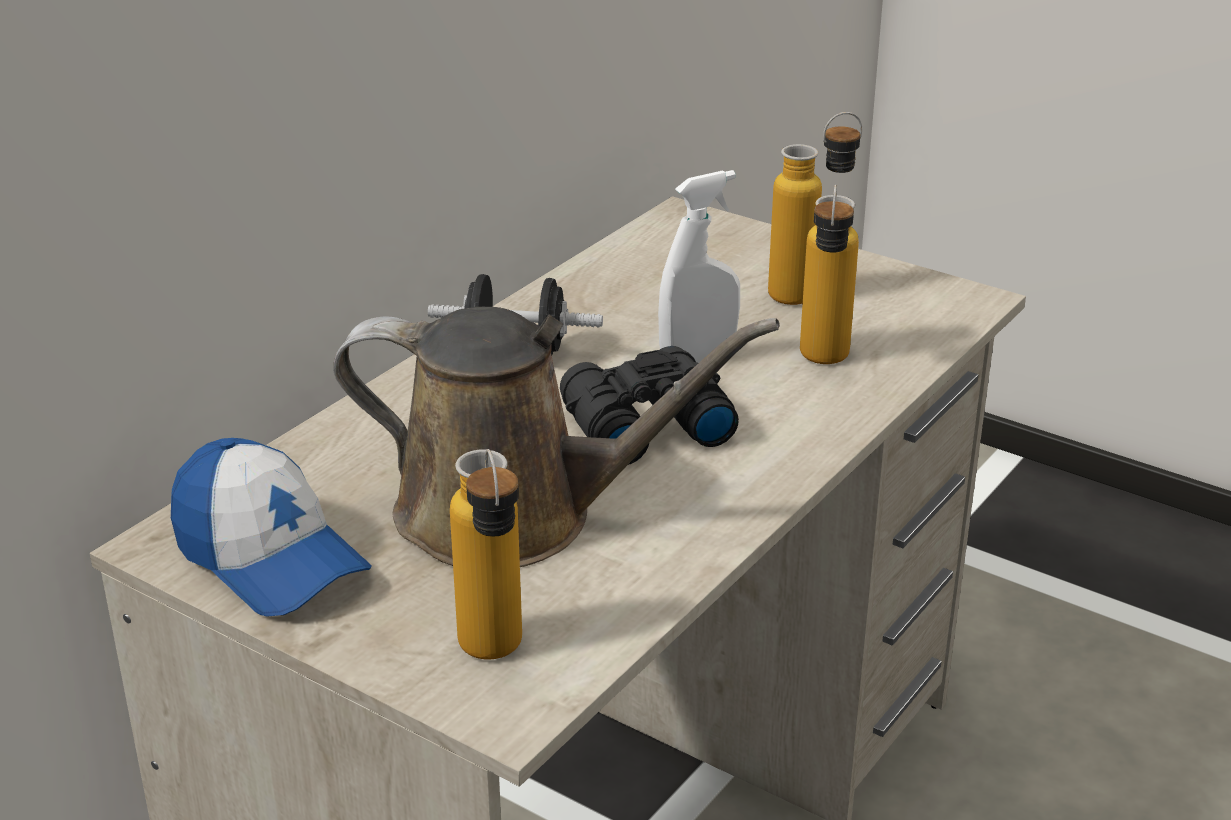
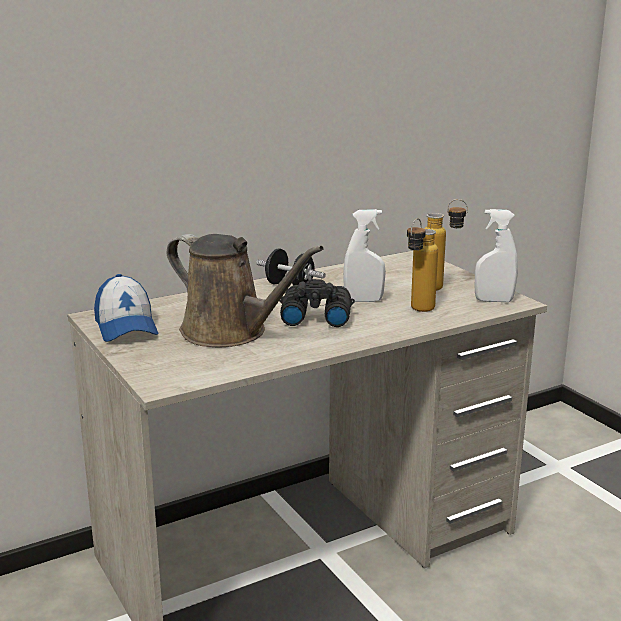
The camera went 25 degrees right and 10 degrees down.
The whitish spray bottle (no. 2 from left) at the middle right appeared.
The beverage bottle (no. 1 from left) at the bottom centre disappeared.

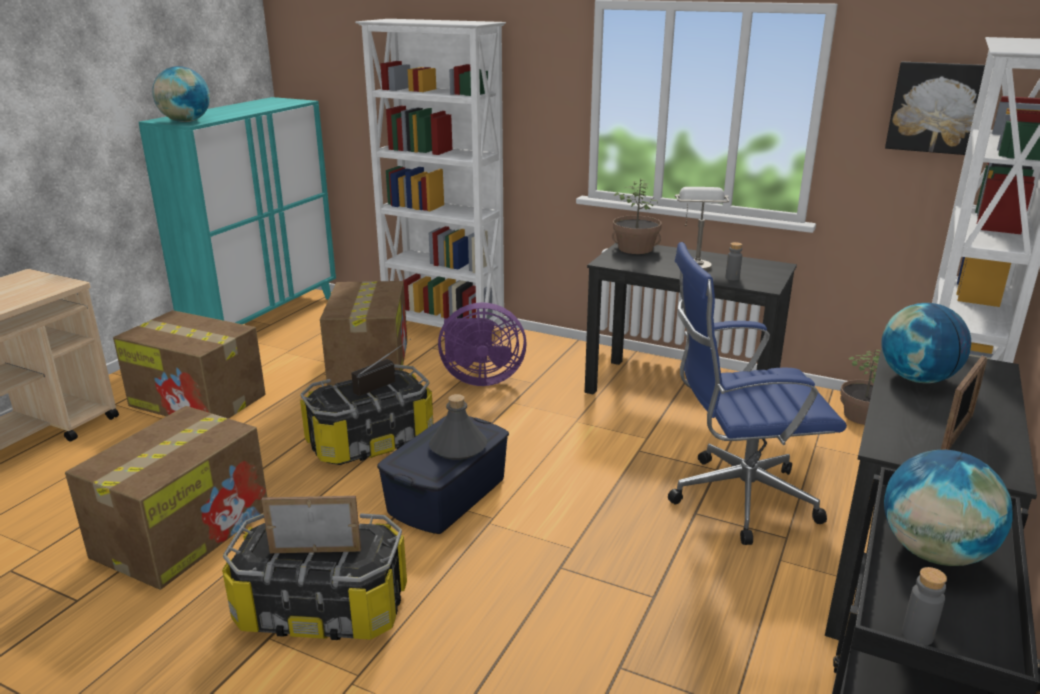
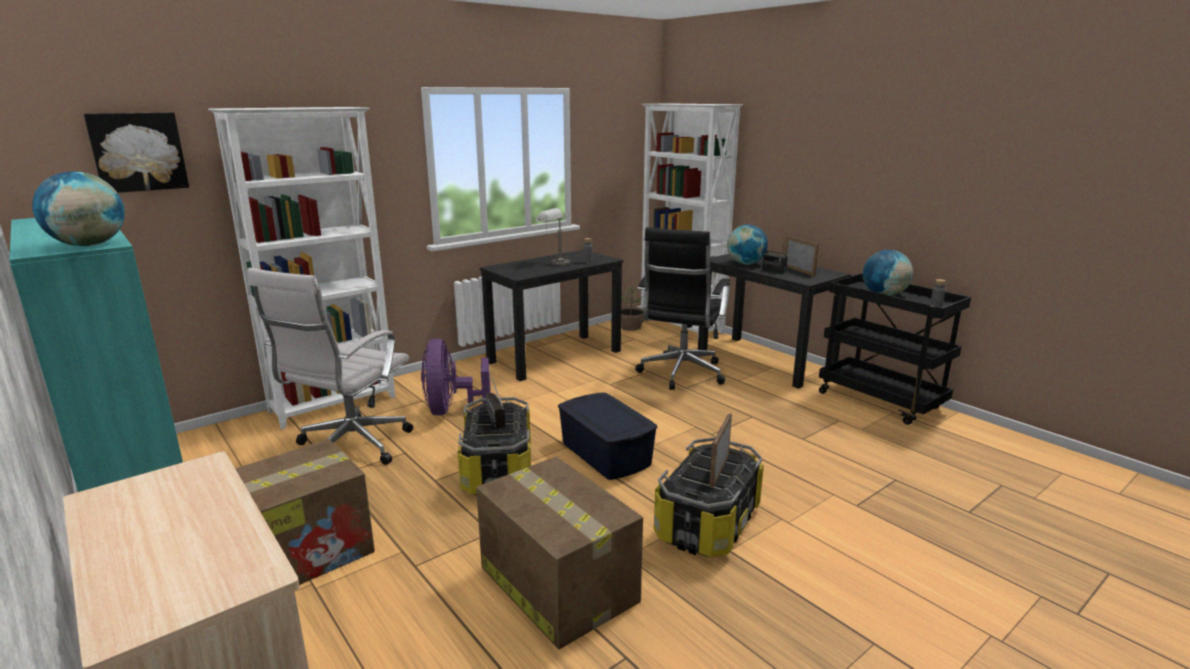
The camera went 65 degrees left and 5 degrees down.
The picture moved from the top right to the top left.
The carton (no. 3 from left) at the centre was replaced by the whitish office chair at the middle left.
The purple-coloured cooling fan at the centre turned 150 degrees clockwise.
The blue-coloured office chair at the middle right became the blackish office chair at the centre.
The radio receiver (no. 2 from left) at the centre appeared.
The grey beverage bottle (no. 1 from left) at the centre disappeared.
The potted plant (no. 1 from left) at the top centre disappeared.

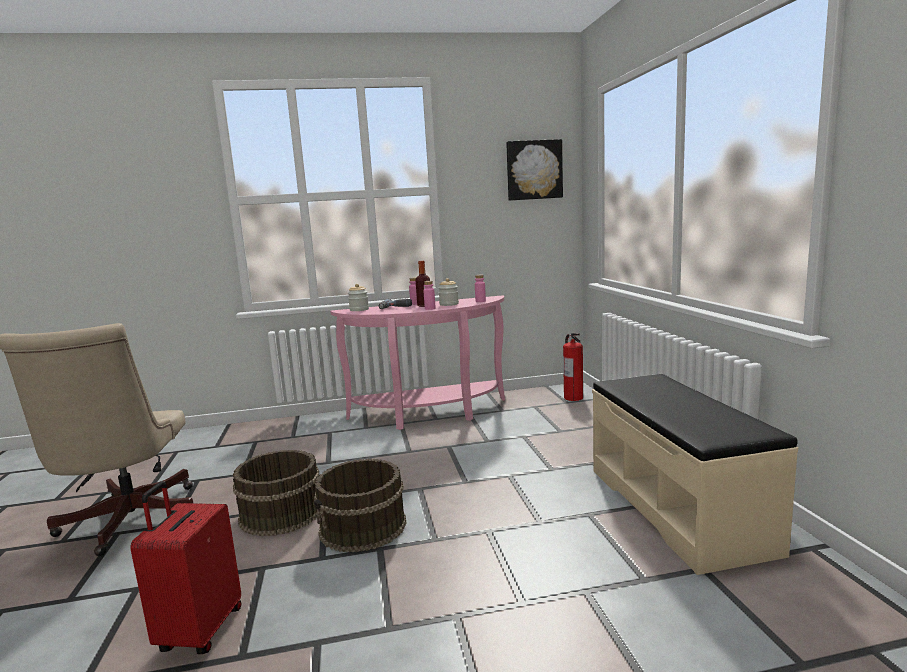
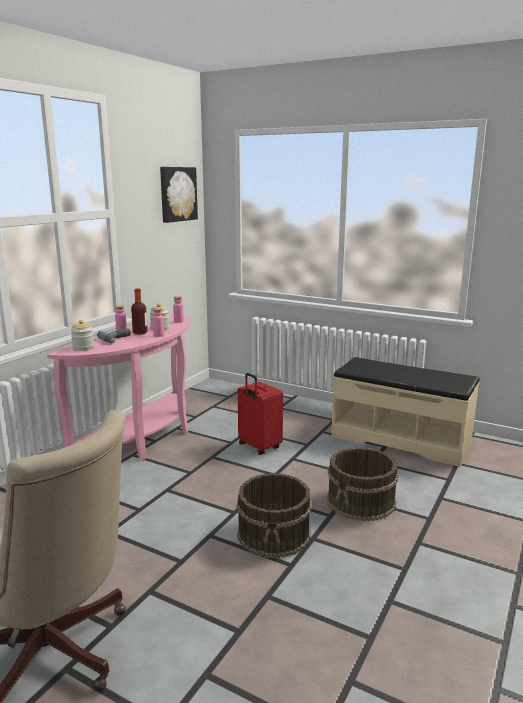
The camera went 50 degrees left and 5 degrees up.
The red-coloured piece of luggage moved from the bottom left to the centre.
The brownish bucket (no. 1 from left in the first image) moved from the bottom left to the bottom right.
The fire-fighting cylinder at the centre disappeared.

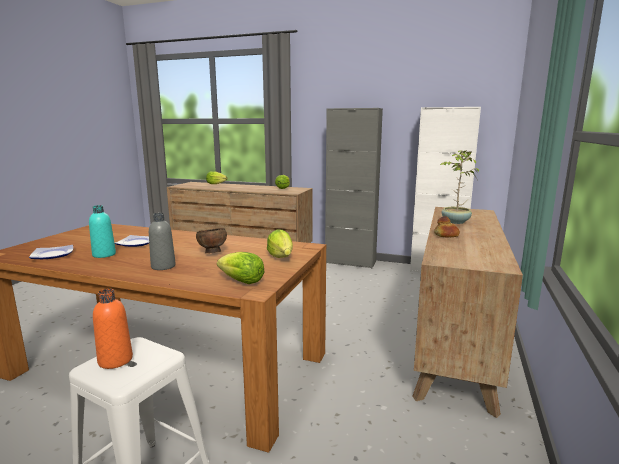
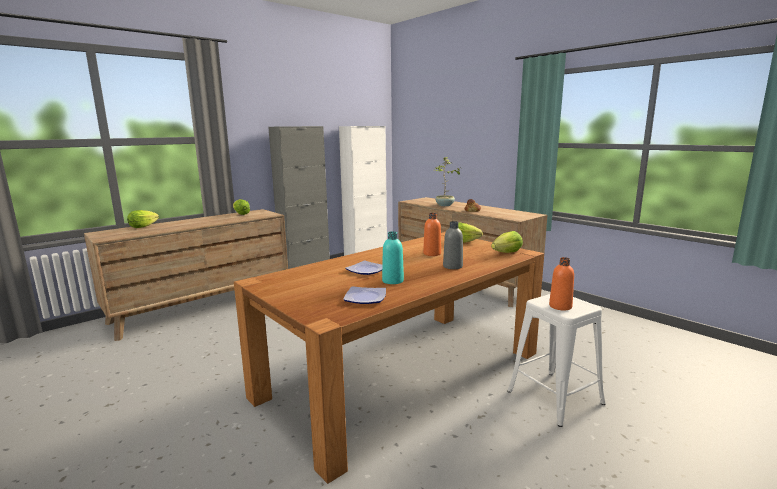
The camera went 60 degrees left and 0 degrees up.
The brownish deep dish at the centre was replaced by the orange beverage bottle (no. 1 from left) at the centre.

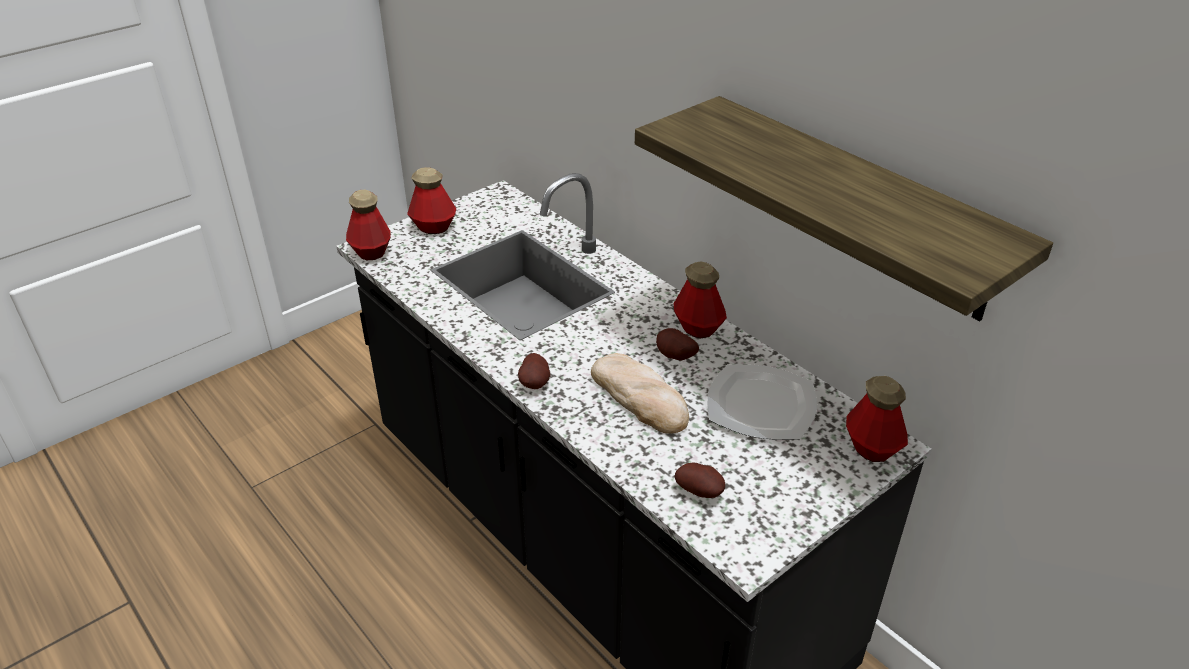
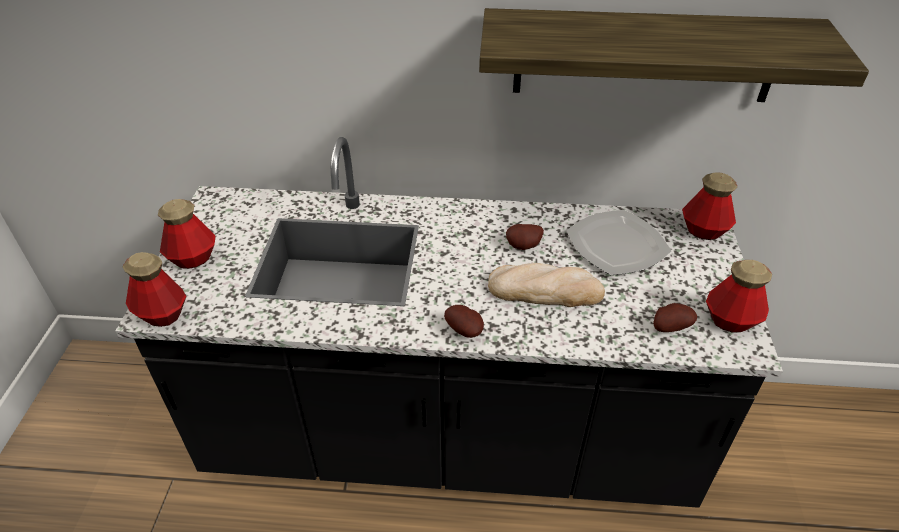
The camera went 45 degrees left and 5 degrees up.
The beverage bottle (no. 3 from left in the first image) moved from the centre to the middle right.

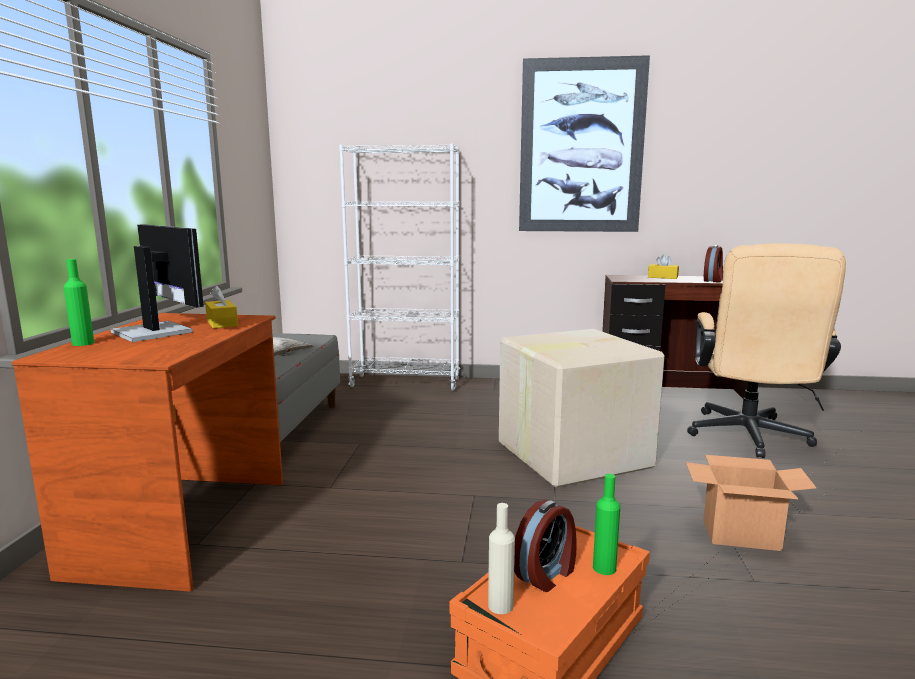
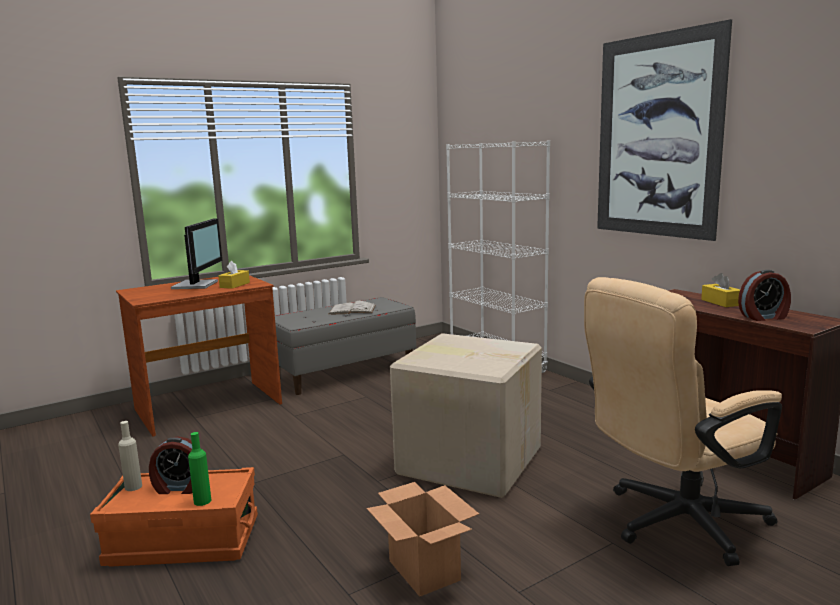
The camera went 50 degrees right and 0 degrees up.
The green beverage bottle (no. 1 from left) at the middle left disappeared.

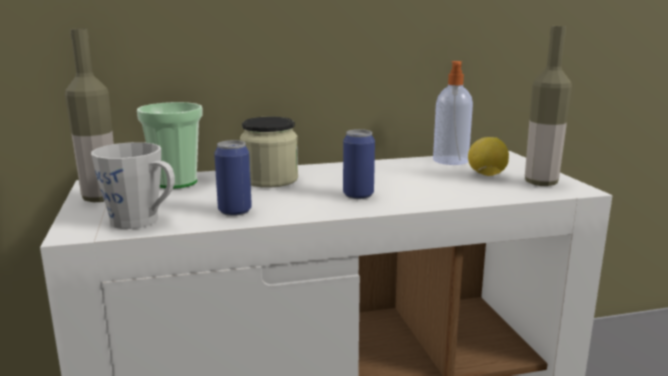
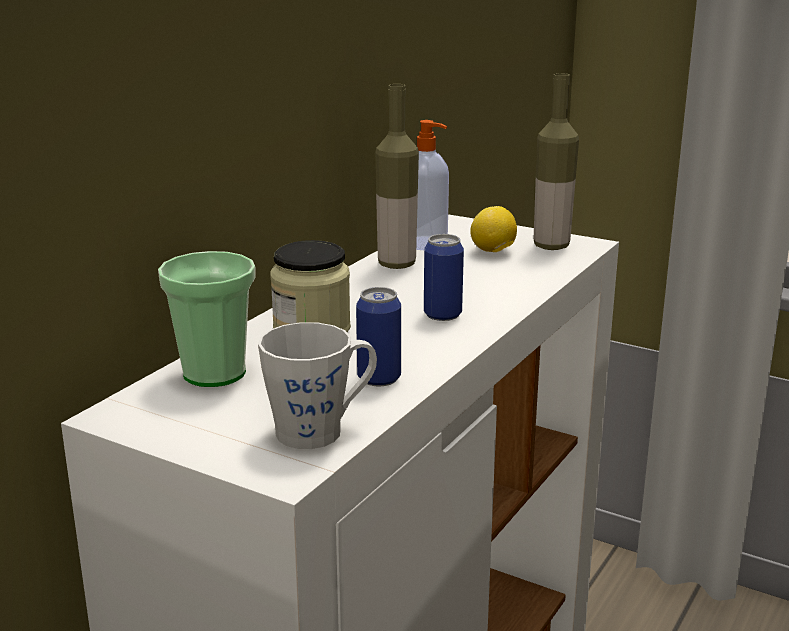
The camera went 45 degrees left and 5 degrees up.
The beverage bottle (no. 1 from left) moved from the top left to the top centre.

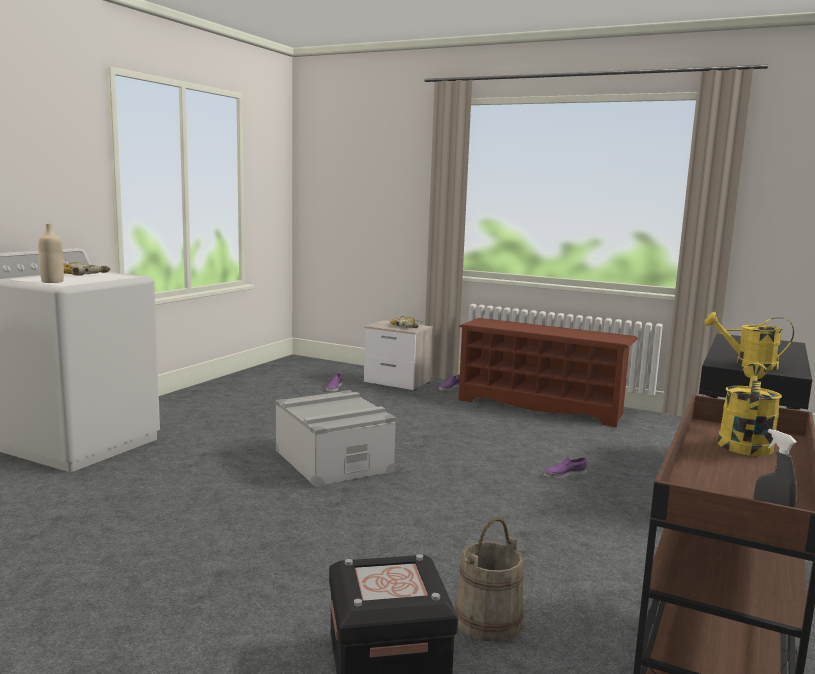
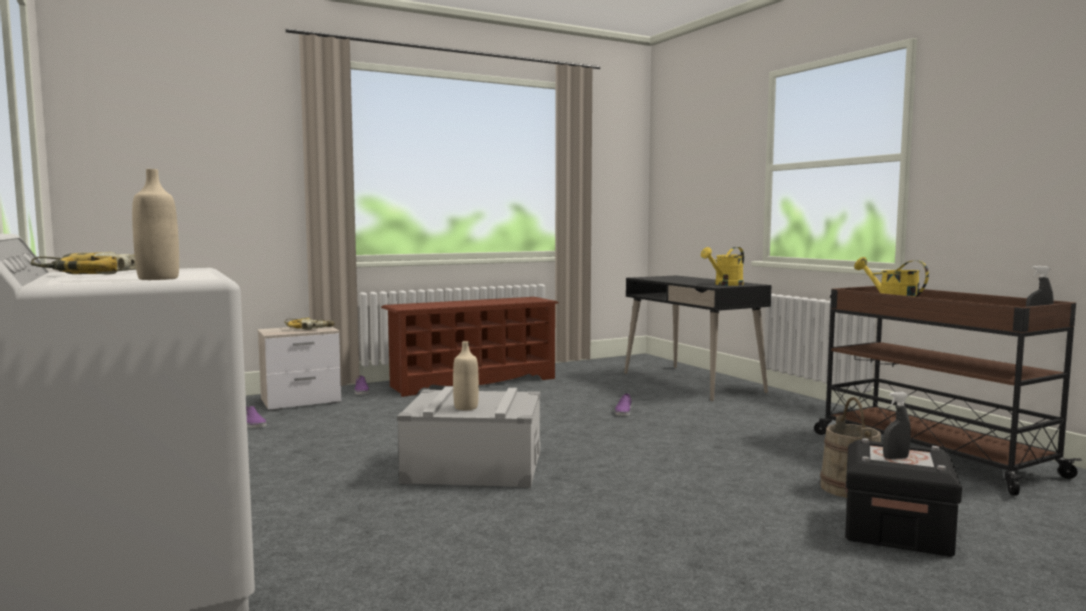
The camera went 55 degrees left and 5 degrees down.
The sand-coloured beverage bottle (no. 2 from left) at the centre appeared.
The grey spray bottle (no. 1 from left) at the bottom right appeared.

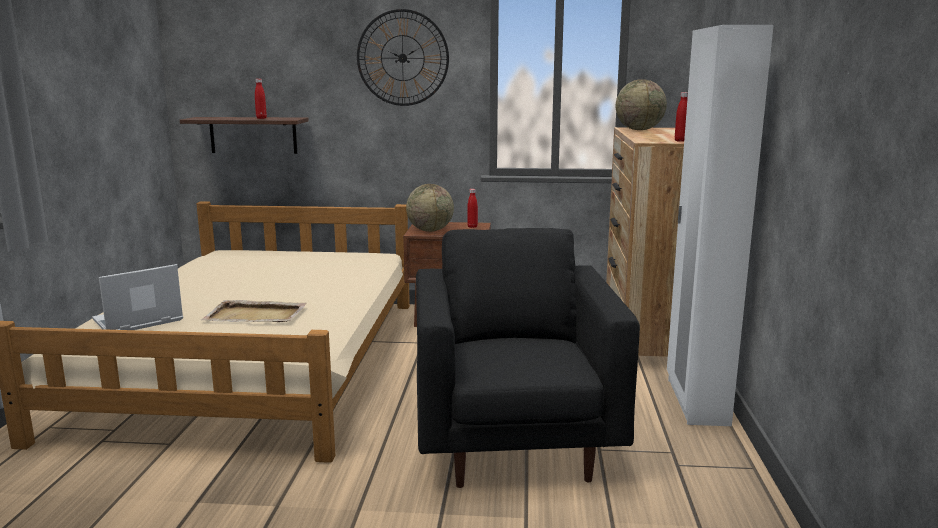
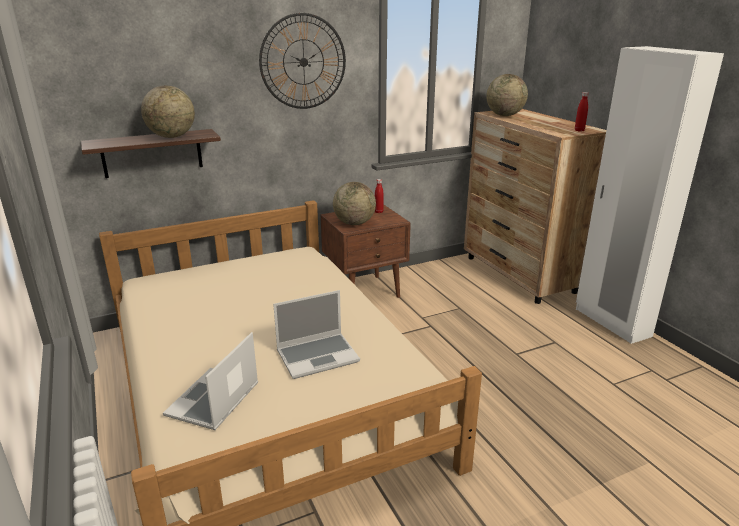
The camera went 30 degrees left and 10 degrees up.
The red-coloured beverage bottle (no. 1 from left) at the top left was replaced by the globe (no. 1 from left) at the top left.
The sand-coloured serving tray at the middle left was replaced by the laptop (no. 2 from left) at the centre.
The blackish lounge chair at the bottom centre disappeared.

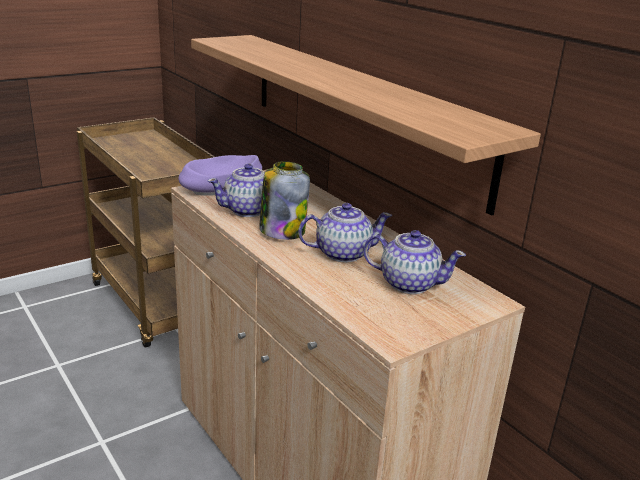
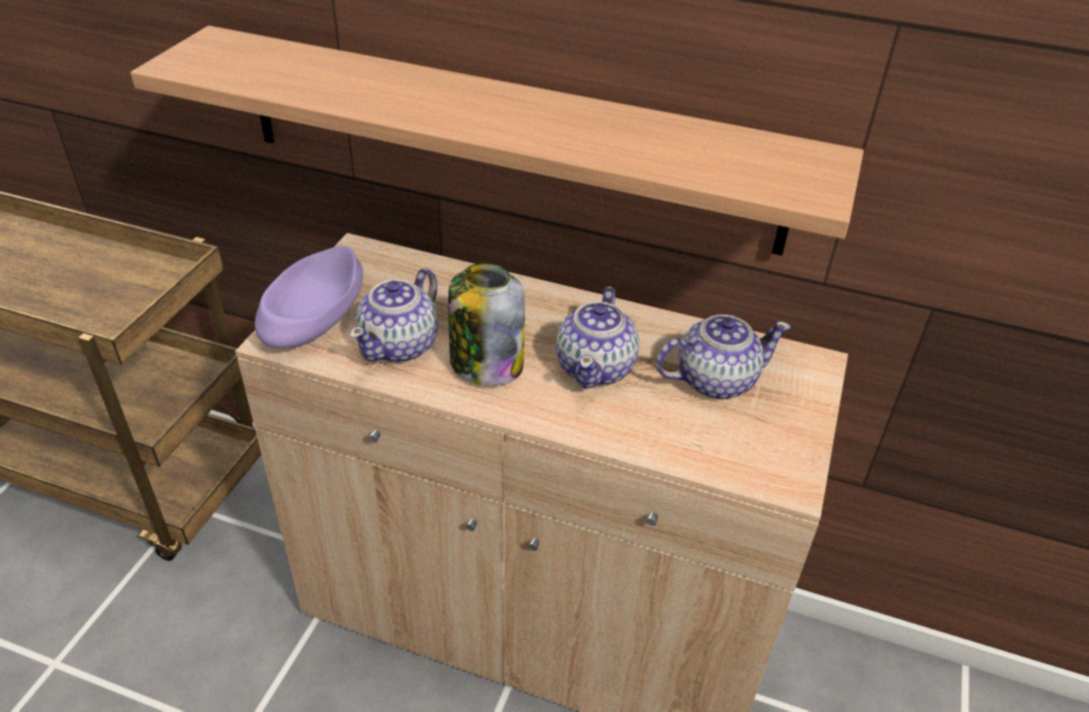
The camera went 35 degrees left and 15 degrees up.
The pot for tea (no. 2 from left) at the centre turned 150 degrees clockwise.

